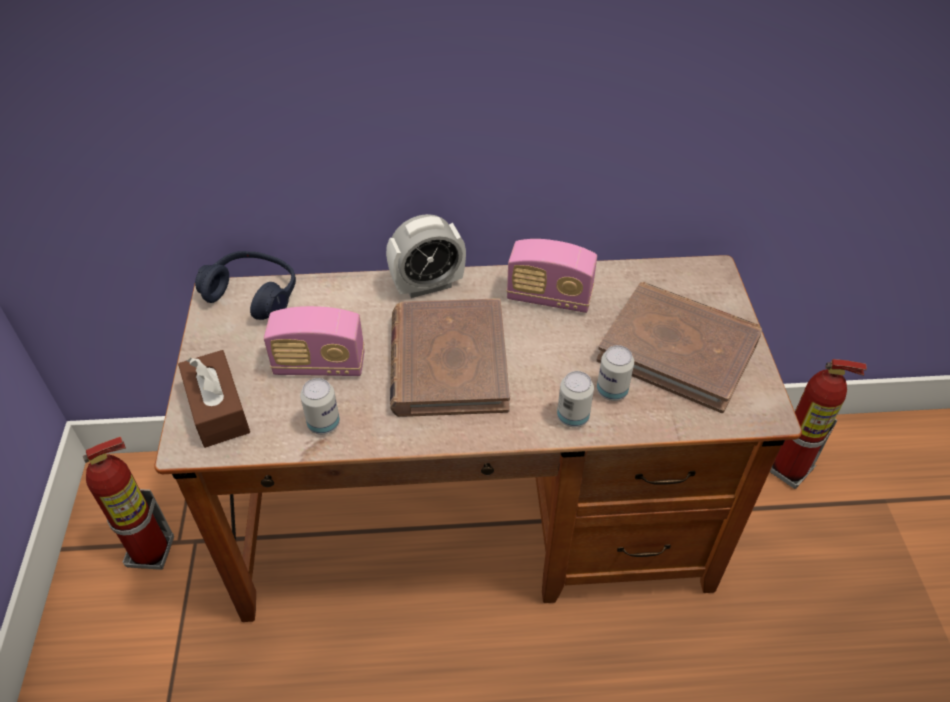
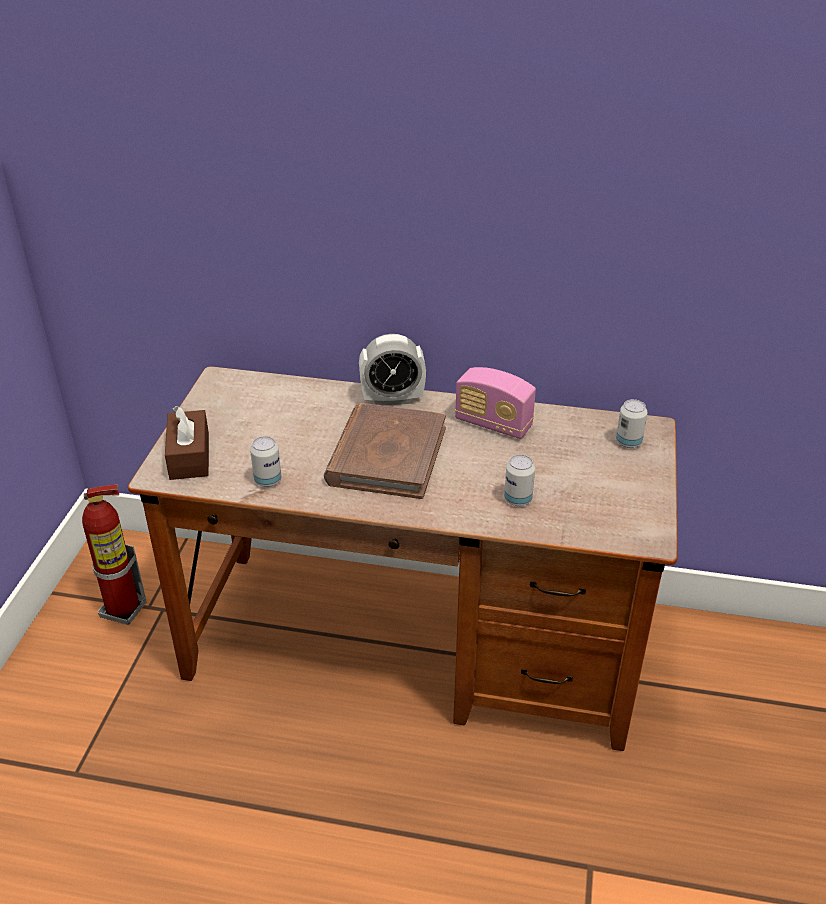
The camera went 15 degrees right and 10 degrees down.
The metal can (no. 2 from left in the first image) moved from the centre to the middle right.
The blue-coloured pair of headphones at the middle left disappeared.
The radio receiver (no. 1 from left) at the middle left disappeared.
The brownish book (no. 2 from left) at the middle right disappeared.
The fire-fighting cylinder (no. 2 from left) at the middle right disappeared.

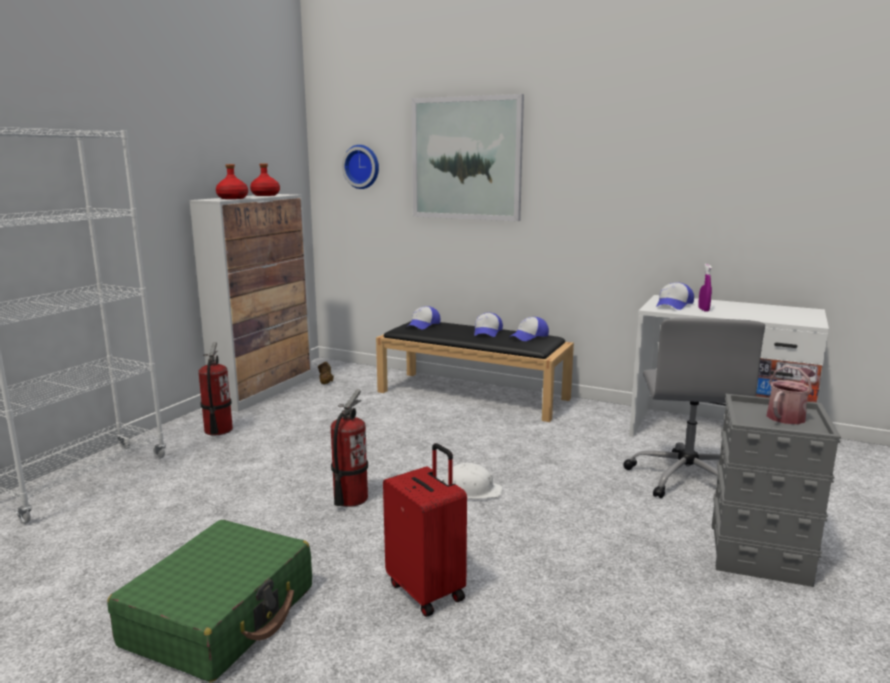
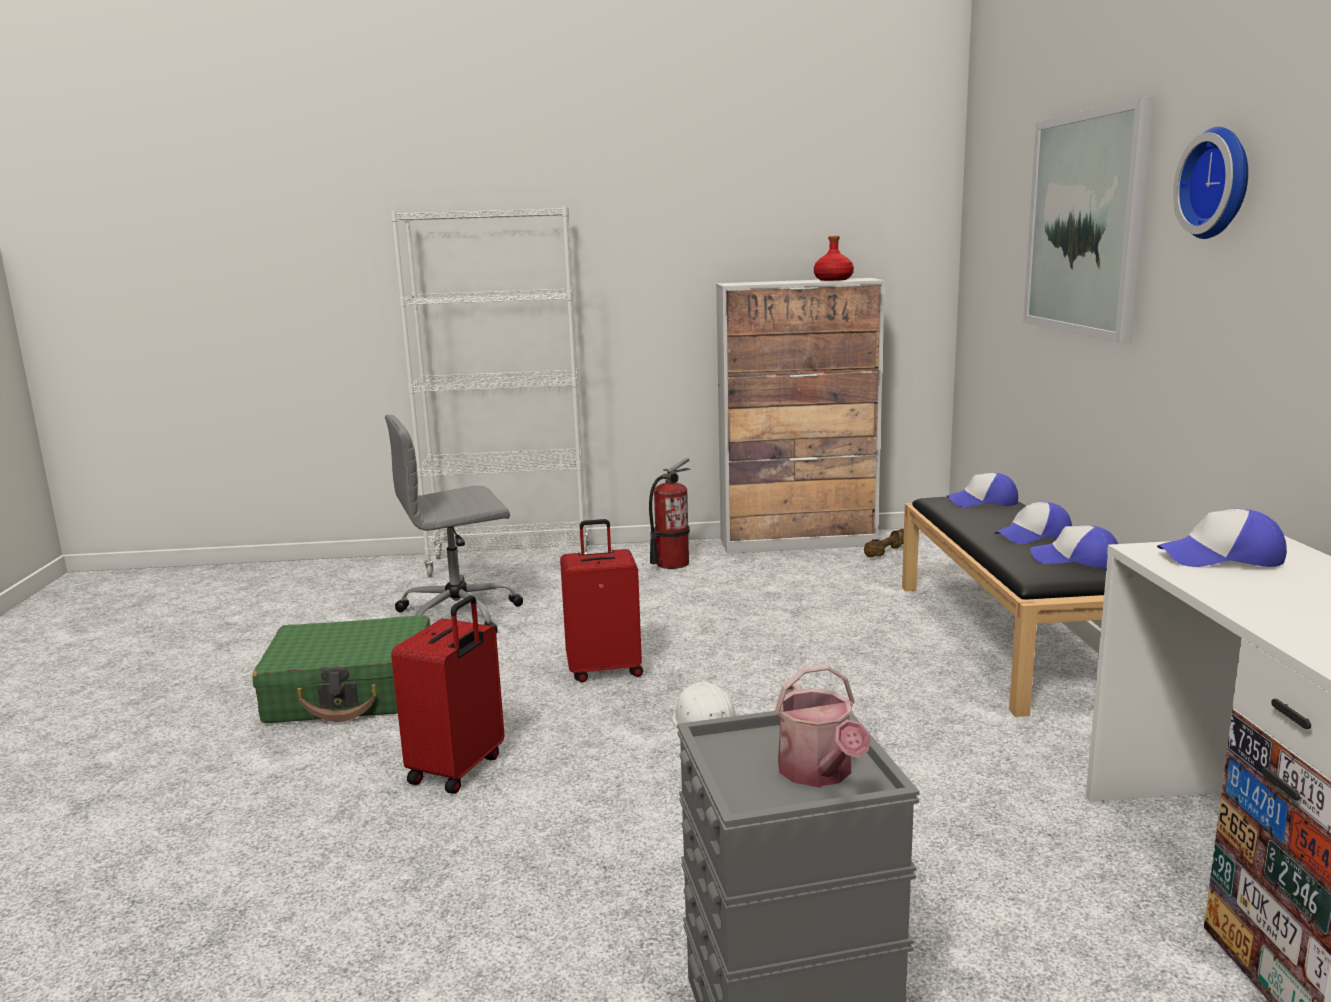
The camera went 60 degrees right and 0 degrees up.
The grey office chair moved from the middle right to the centre.
The fire-fighting cylinder (no. 2 from left) at the centre was replaced by the red-coloured piece of luggage (no. 2 from left) at the centre.
The watering pot at the middle right turned 60 degrees clockwise.
The clock on the wall moved from the top centre to the top right.
The red-coloured beverage bottle (no. 1 from left) at the top left disappeared.
The purple-coloured spray bottle at the middle right disappeared.

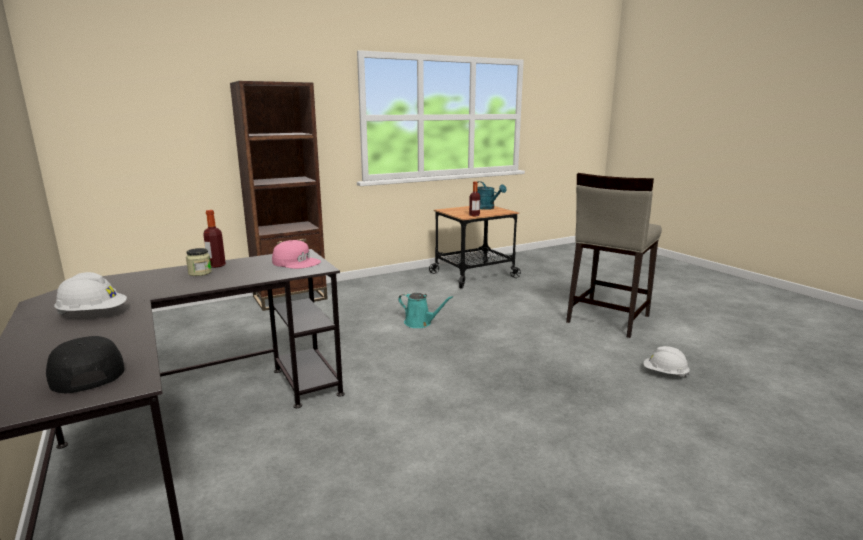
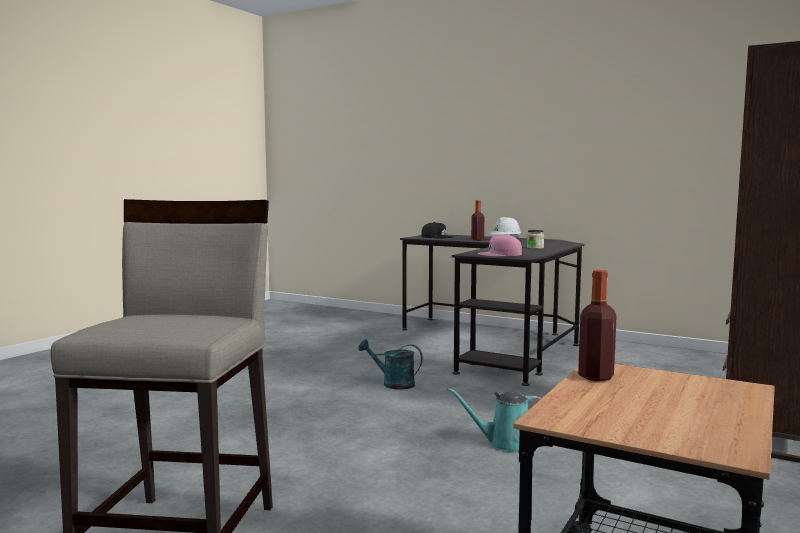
The camera went 150 degrees right and 10 degrees down.
The blue-green watering pot (no. 2 from left in the first image) moved from the centre to the bottom centre.
The beverage bottle (no. 1 from left) moved from the middle left to the centre.
The whitish safety helmet (no. 2 from left) at the bottom right disappeared.

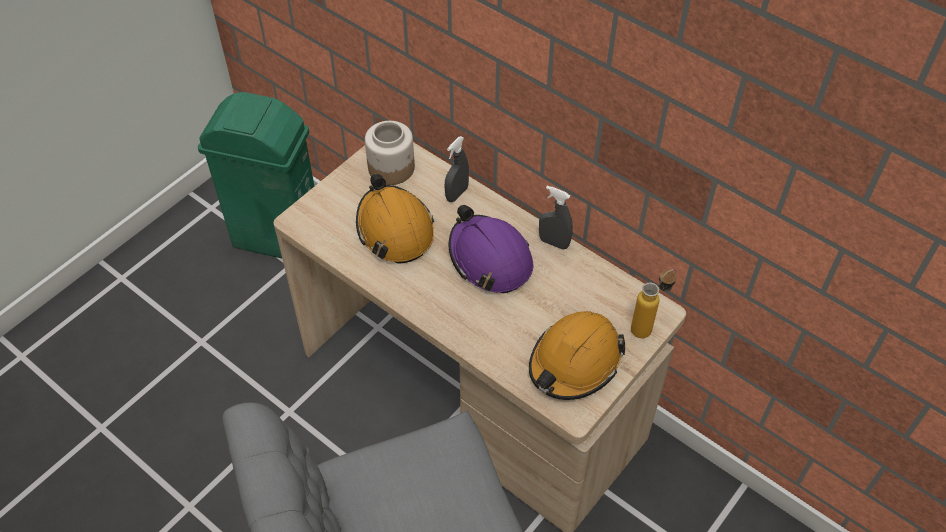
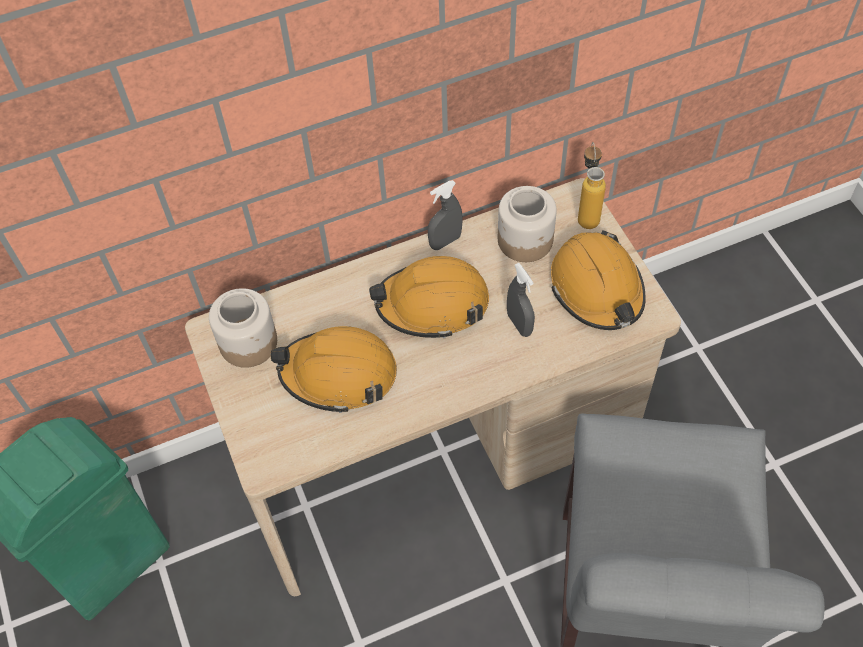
The camera went 60 degrees left and 5 degrees up.
The purple-coloured safety helmet at the centre became the orange safety helmet (no. 2 from left) at the centre.
The storage jar (no. 2 from left) at the centre appeared.
The grey spray bottle (no. 1 from left in the first image) moved from the top centre to the centre.

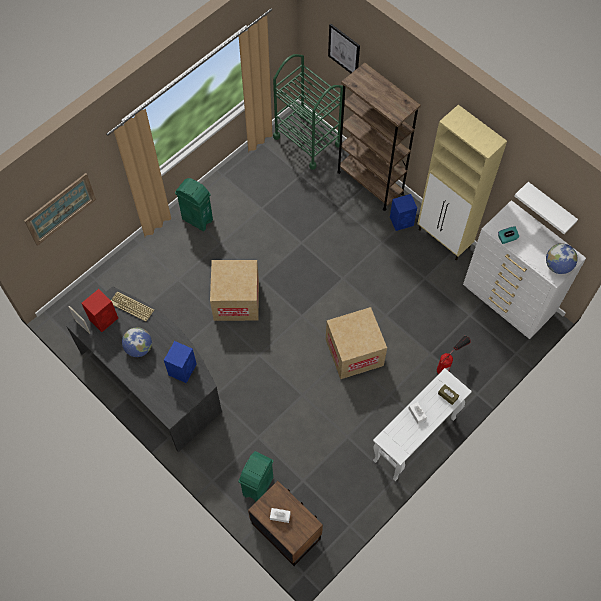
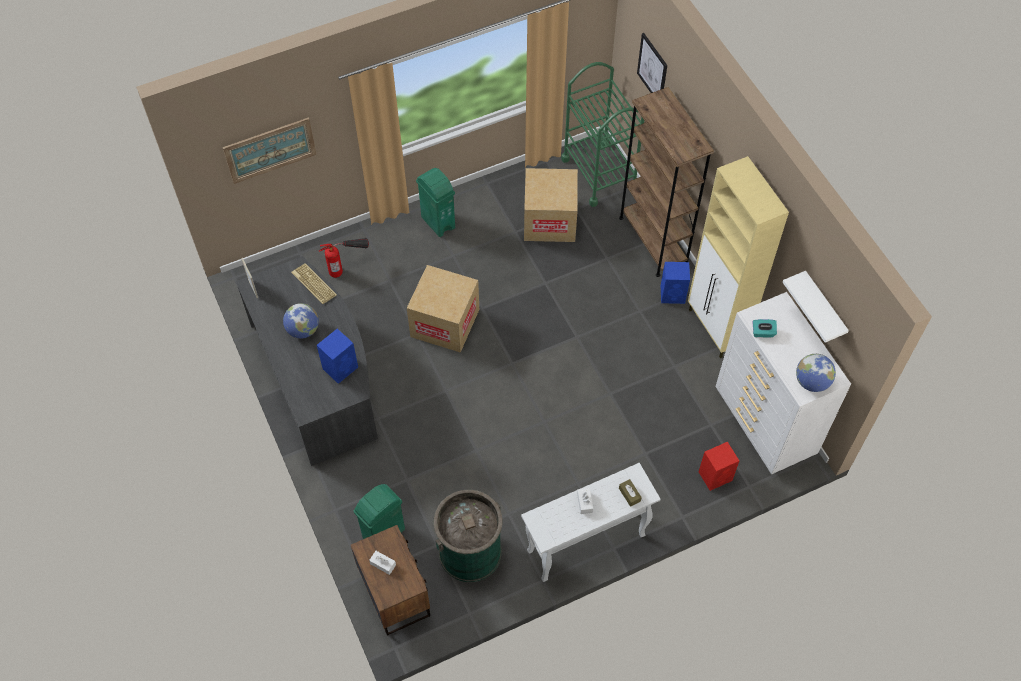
The camera went 20 degrees right and 5 degrees down.
The fire-fighting cylinder moved from the middle right to the centre.
The green trash can (no. 3 from left) at the bottom centre appeared.
The carton (no. 2 from left) moved from the centre to the top centre.
The red-coloured loudspeaker moved from the middle left to the bottom right.

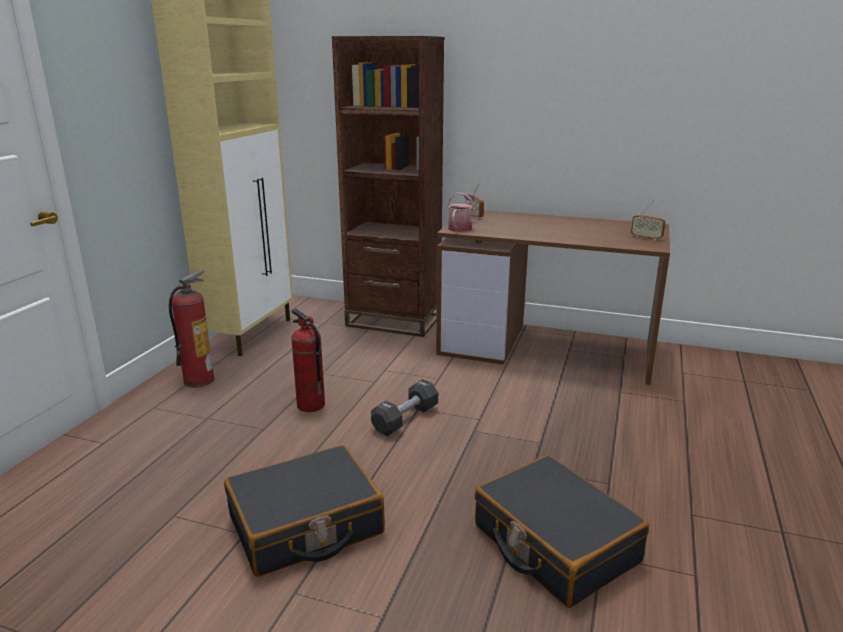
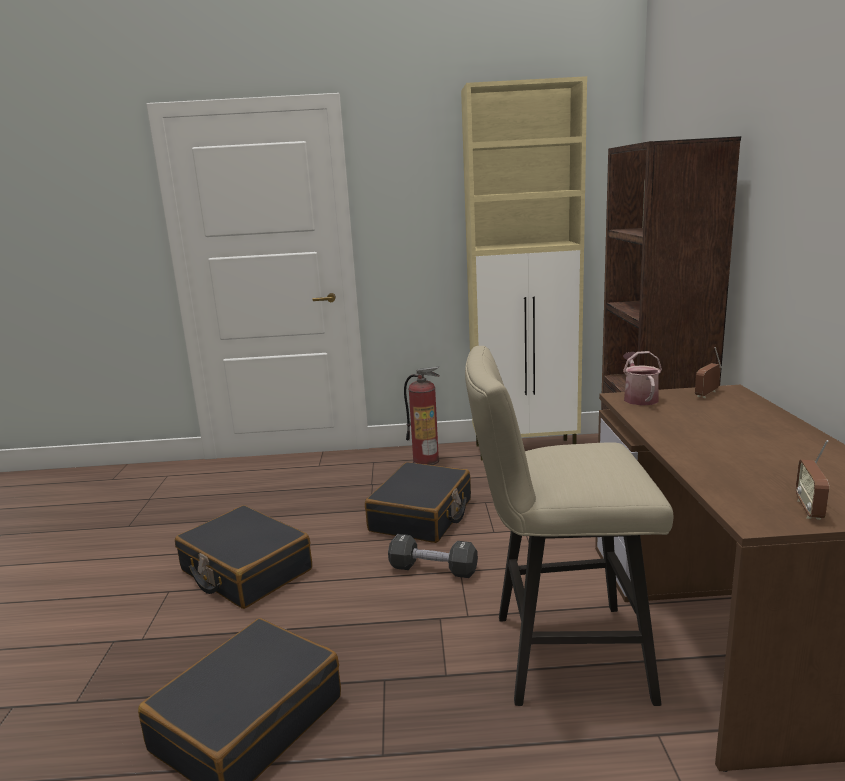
The camera went 70 degrees right and 5 degrees down.
The fire-fighting cylinder (no. 2 from left) at the centre was replaced by the blackish piece of luggage (no. 3 from left) at the centre.
The sand-coloured stool seat at the bottom right appeared.
The watering pot at the centre turned 90 degrees counterclockwise.

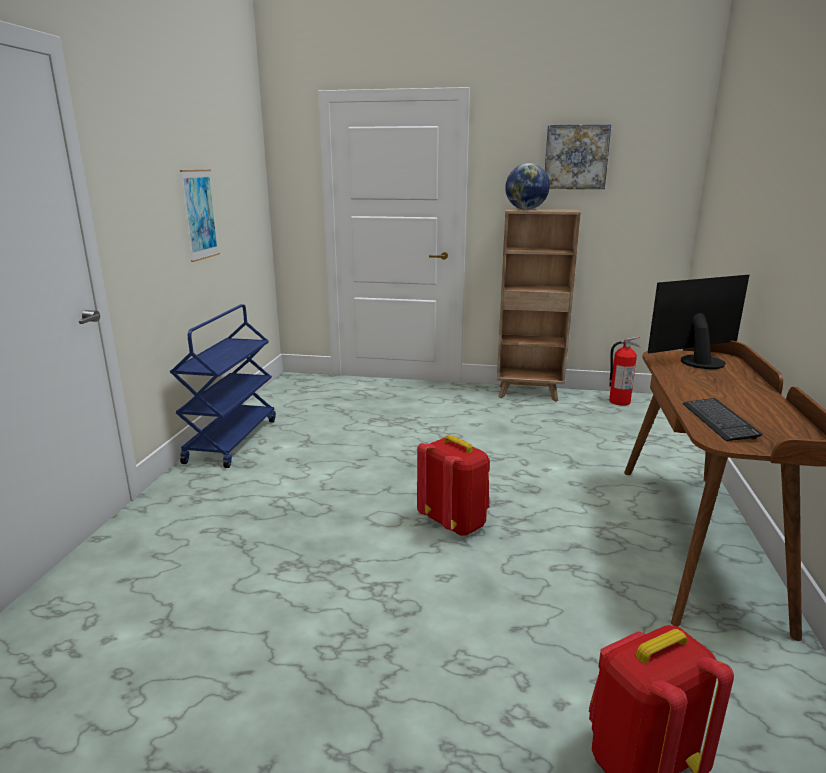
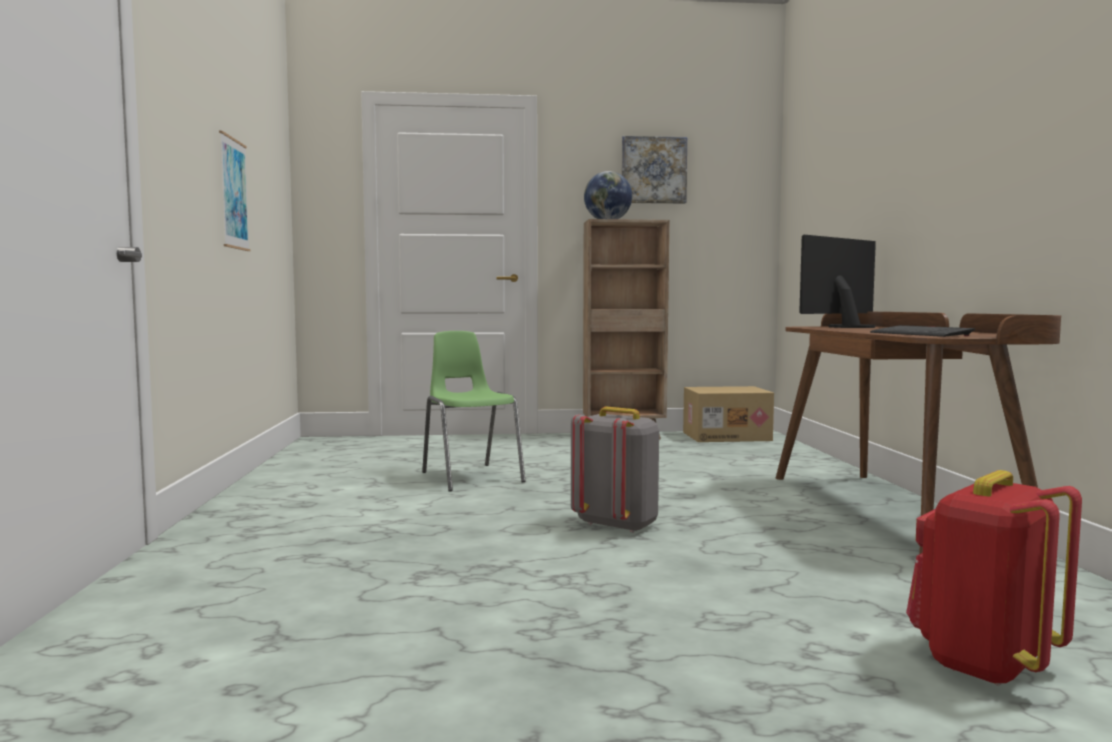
The camera went 15 degrees left and 15 degrees down.
The green upright chair at the centre appeared.
The red-coloured backpack (no. 1 from left) at the centre became the grey backpack at the centre.
The fire-fighting cylinder at the middle right was replaced by the carton at the centre.
The blue-coloured cart at the middle left disappeared.

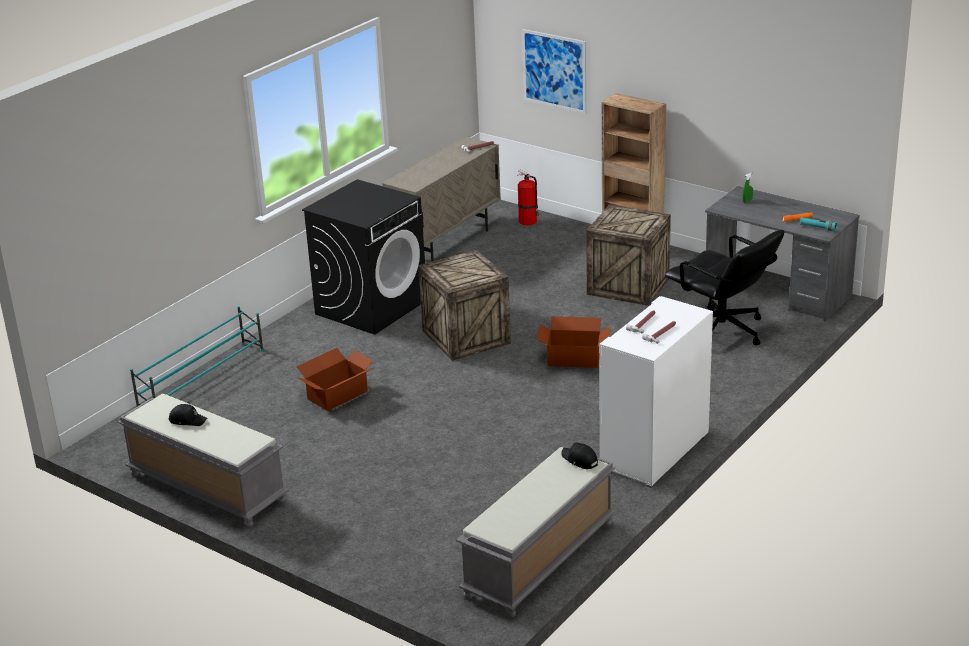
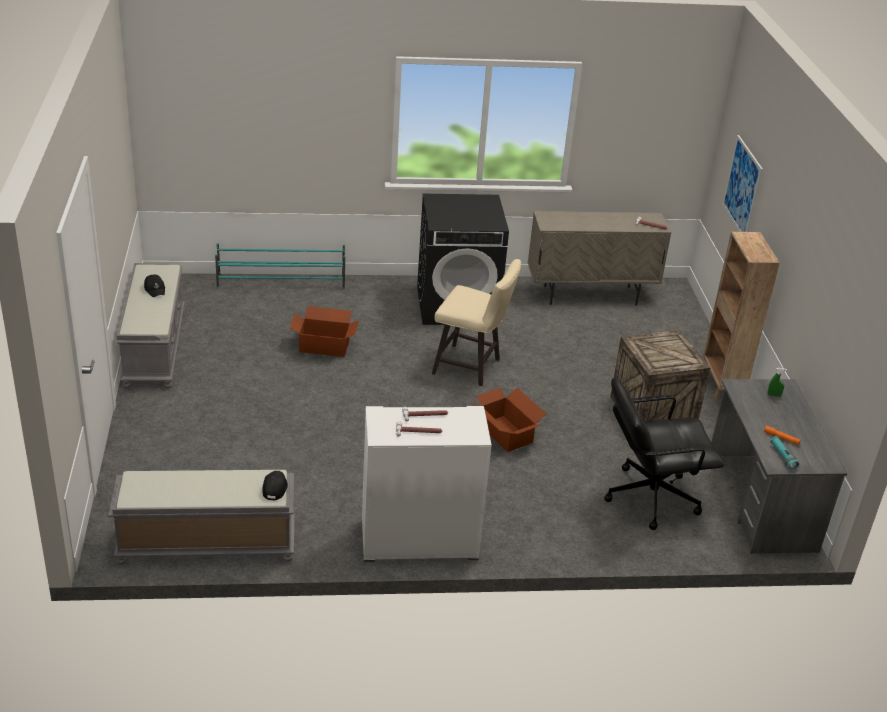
The camera went 45 degrees right and 5 degrees up.
The crate (no. 1 from left) at the centre was replaced by the sand-coloured stool seat at the centre.
The blackish office chair at the middle right turned 75 degrees clockwise.
The fire-fighting cylinder at the top centre disappeared.

